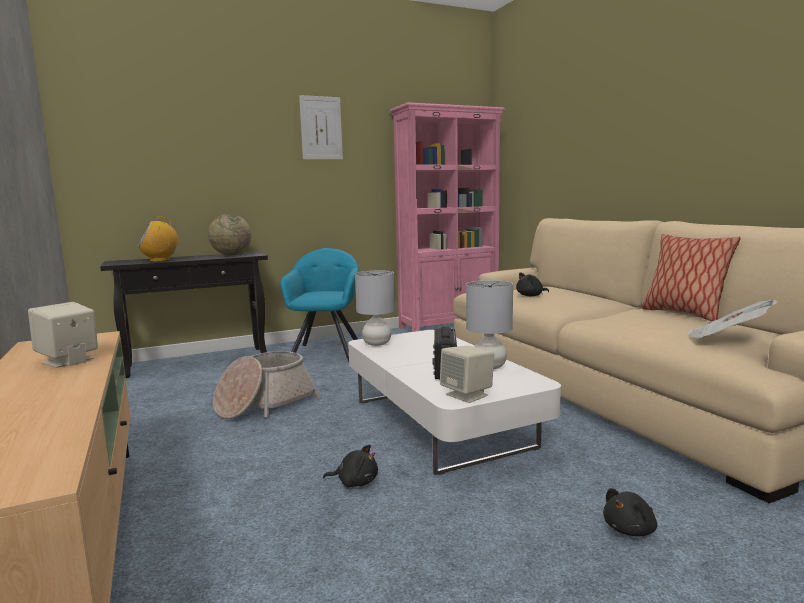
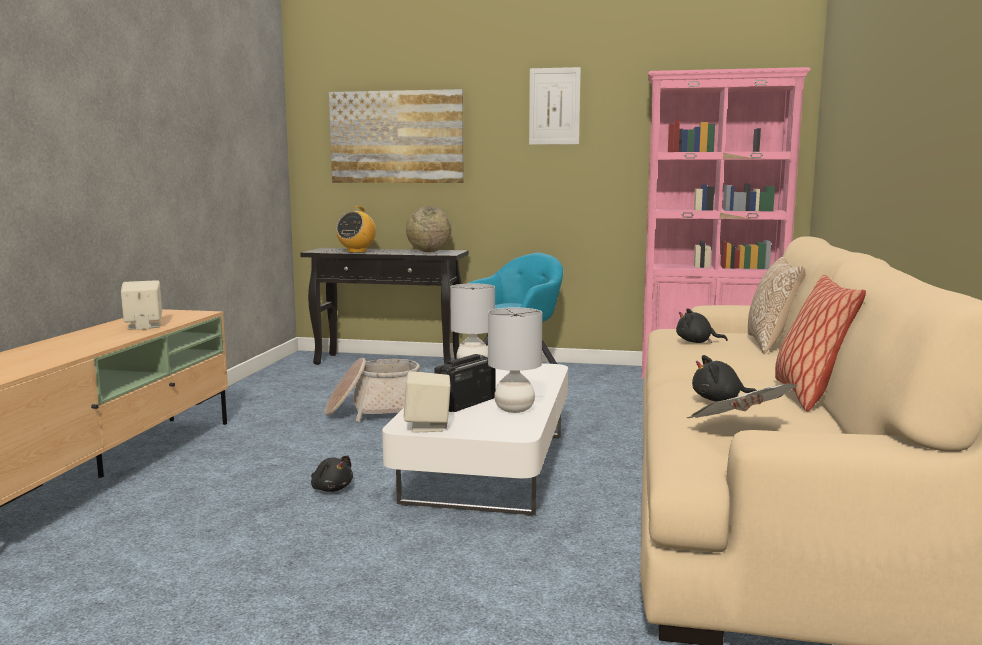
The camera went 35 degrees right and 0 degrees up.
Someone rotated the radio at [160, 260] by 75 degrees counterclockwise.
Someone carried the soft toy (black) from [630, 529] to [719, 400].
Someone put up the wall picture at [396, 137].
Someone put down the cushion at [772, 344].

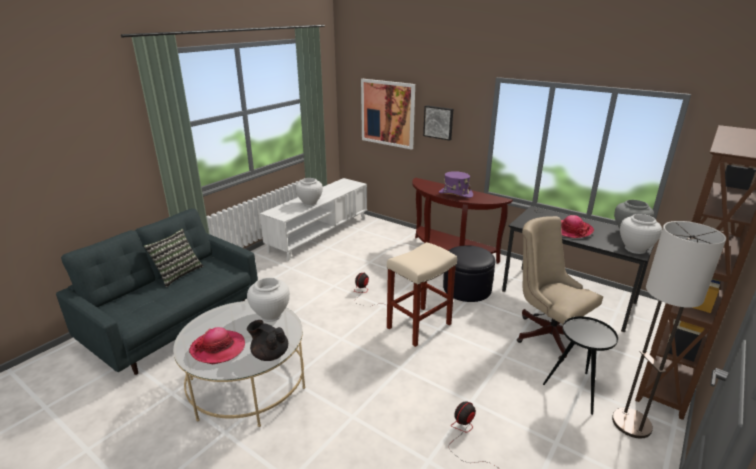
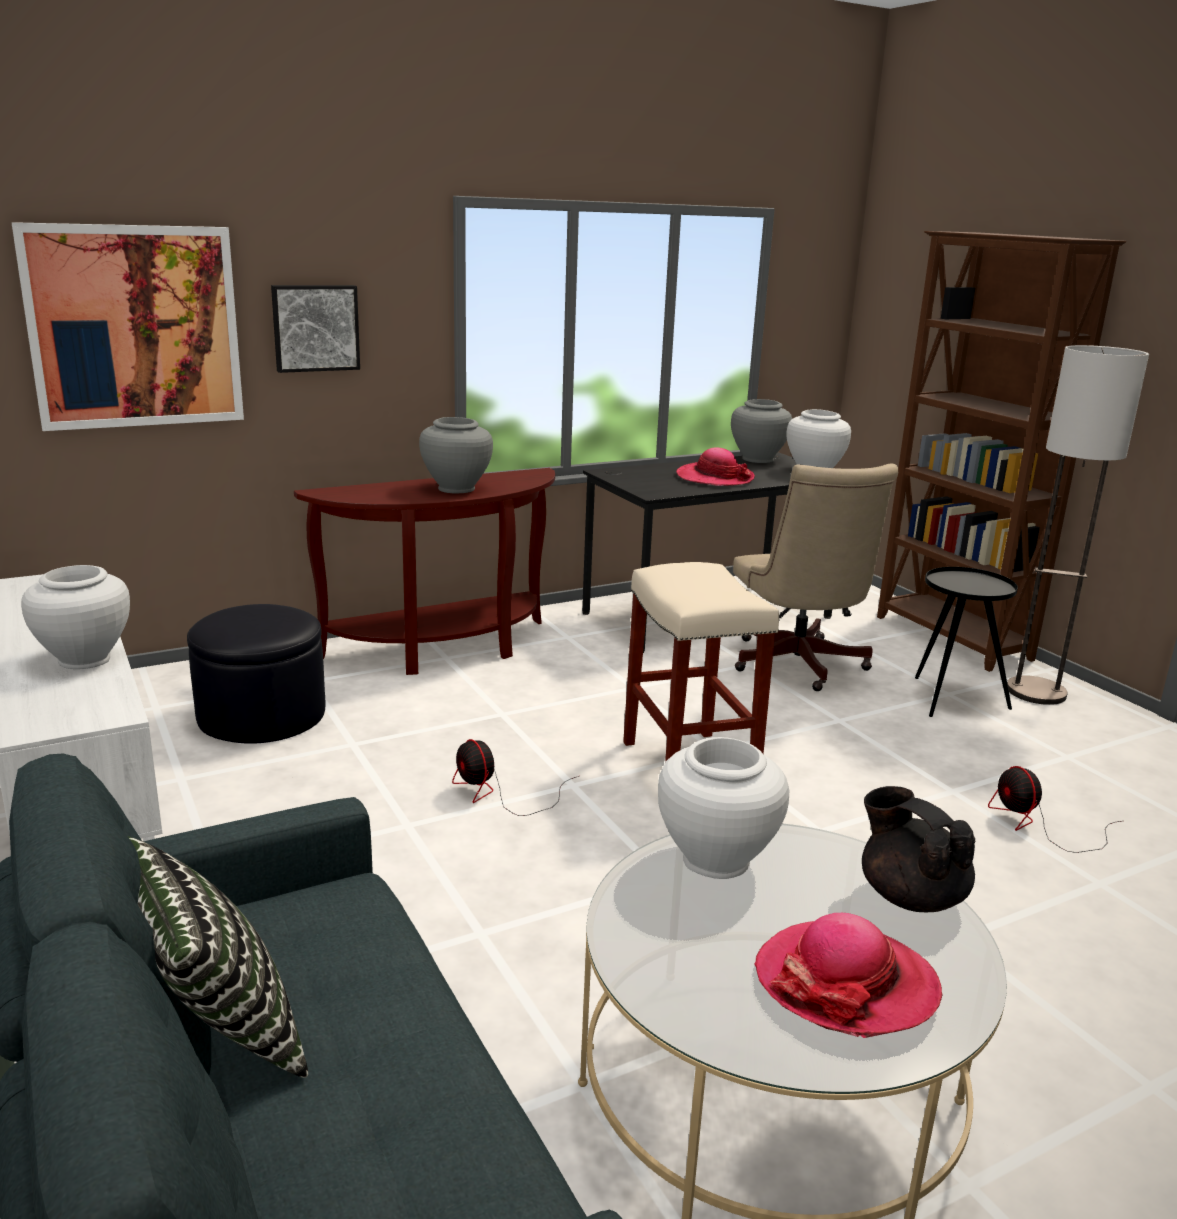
The camera went 65 degrees left and 5 degrees down.
Someone swapped the clothing hat (purple-coloured) at [455, 194] for the flower vase (grey) at [456, 488].
Someone rotated the desk chair (beige) at [547, 333] by 90 degrees counterclockwise.
Someone carried the ottoman (black) from [467, 288] to [262, 715].
Someone rotated the pot for tea (black) at [270, 354] by 90 degrees clockwise.

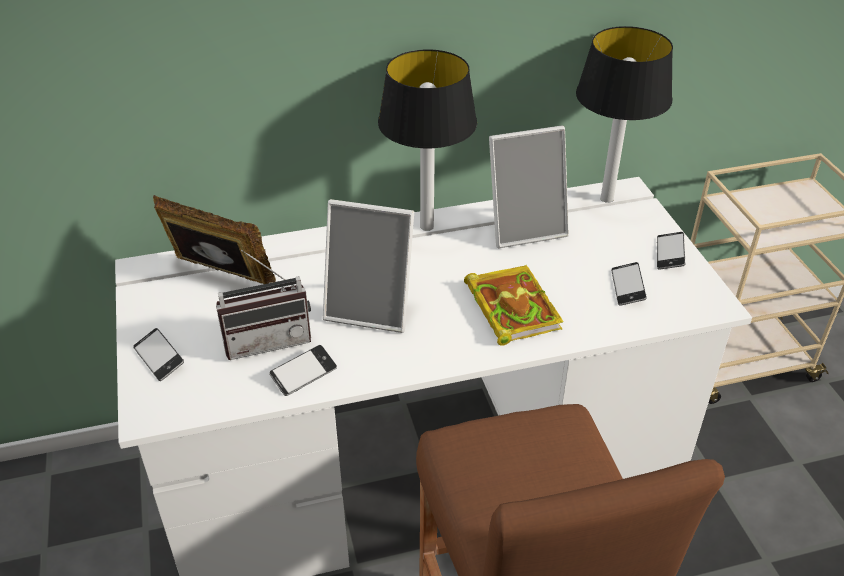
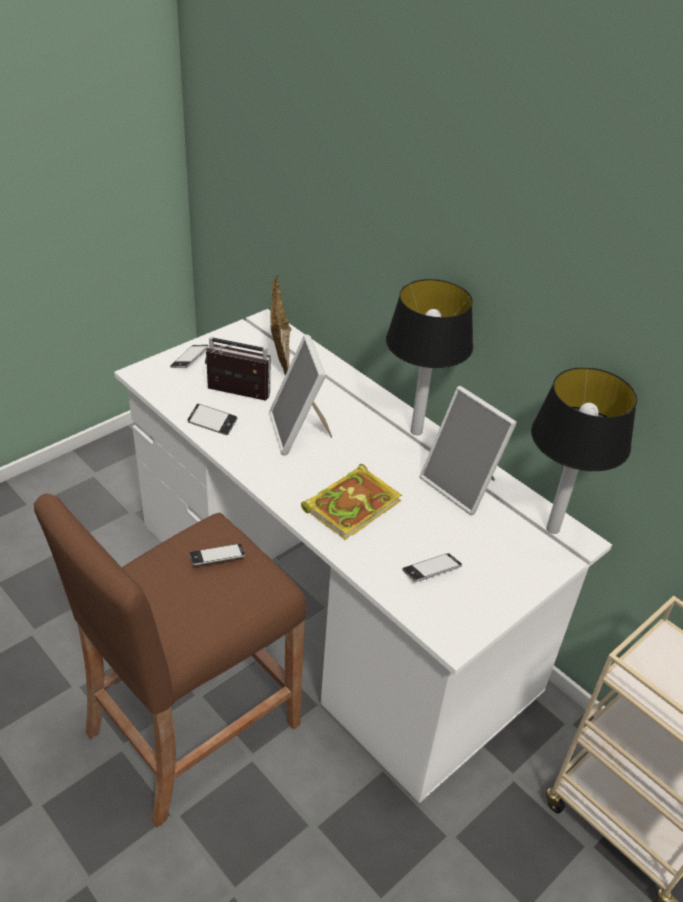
The camera went 60 degrees right and 0 degrees up.
Someone carried the handset from [669, 254] to [217, 558].
Someone rotated the radio at [268, 339] by 150 degrees clockwise.

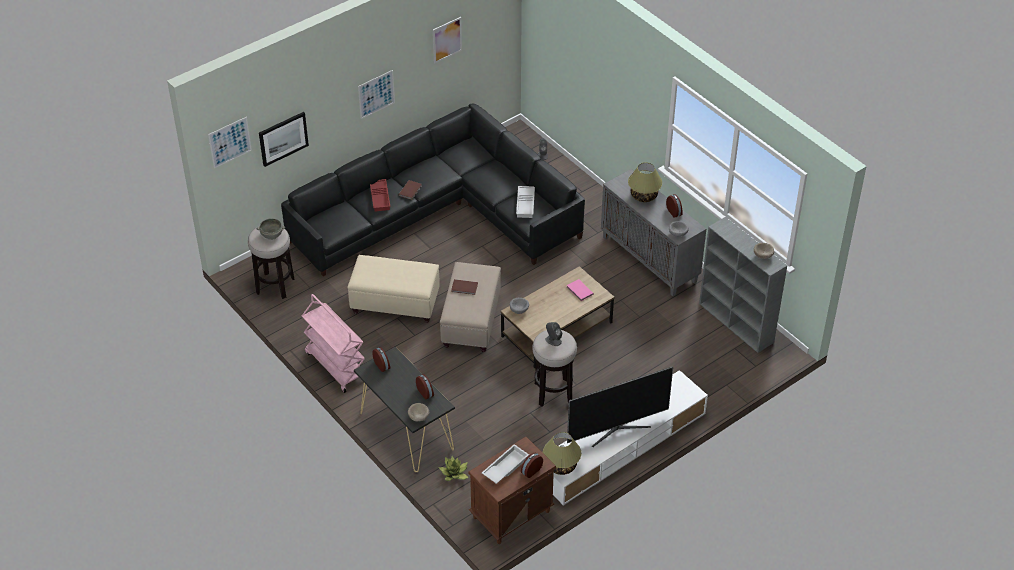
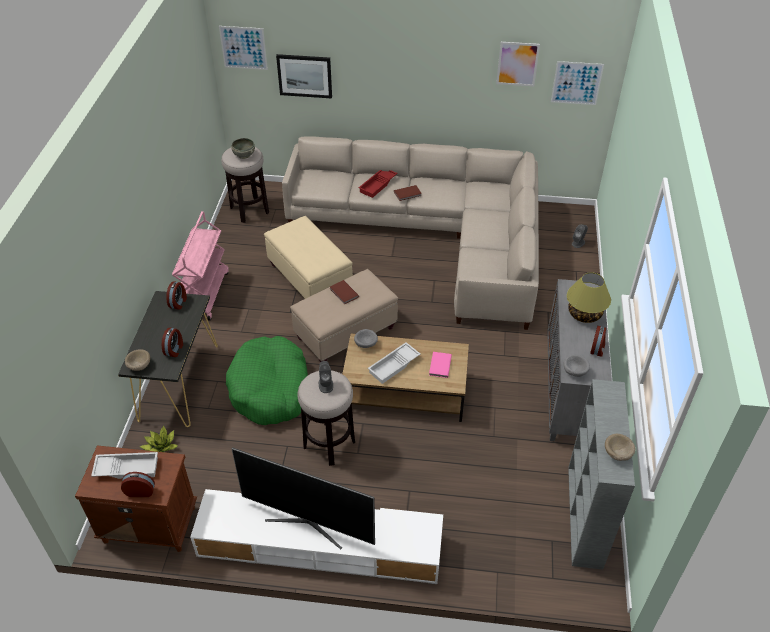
The camera went 45 degrees right and 0 degrees up.
Someone carried the wall picture from [376, 94] to [576, 83].
Someone repainted the couch (black) at [440, 213], which became the couch (beige) at [435, 235].
Someone carried the serving tray (white-coloured) from [526, 204] to [394, 366].
Someone took away the tabletop lamp at [561, 466].
Someone put down the pet bed (green) at [270, 389].

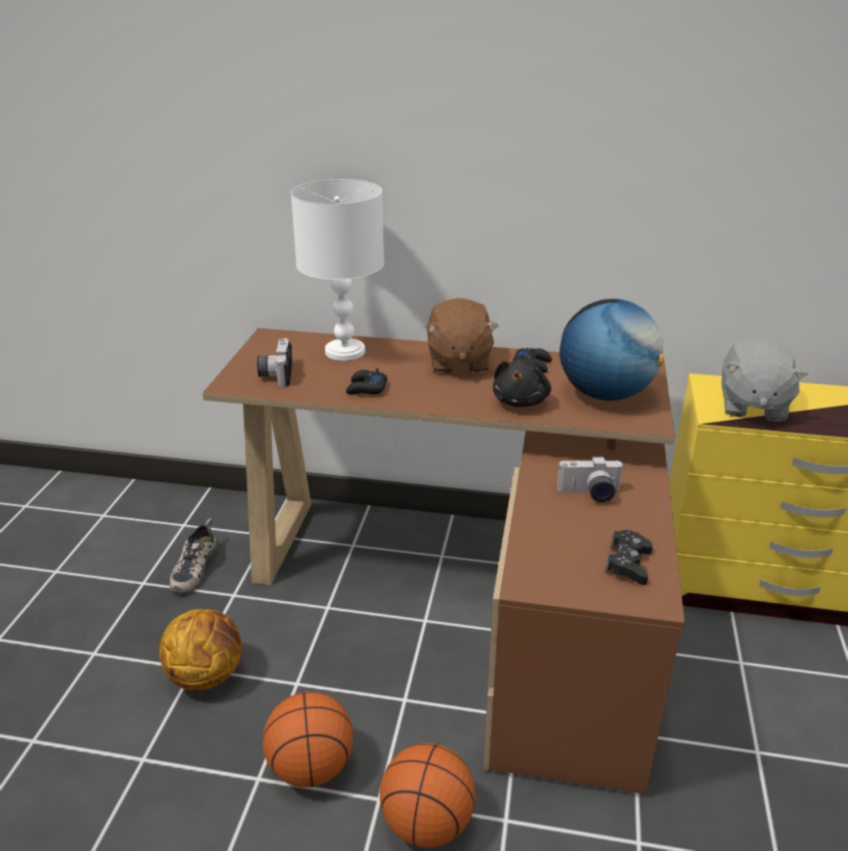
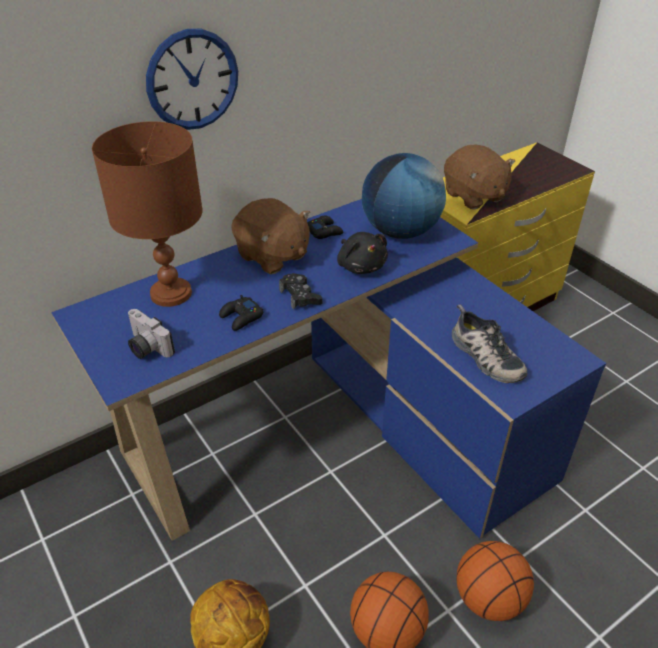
The camera went 45 degrees left and 10 degrees up.
Someone repainted the tabletop lamp (white-coloured) at [345, 352], which became the tabletop lamp (brown) at [172, 293].
Someone repainted the desk (brown) at [472, 594], which became the desk (blue) at [337, 430].
Someone repainted the soft toy (grey) at [752, 406], which became the soft toy (brown) at [474, 196].
Someone took away the still camera at [589, 494].
Someone carried the item of footwear from [194, 567] to [484, 356].
Someone carried the joypad (black) from [628, 563] to [300, 296].
Someone put up the hanging clock at [192, 80].

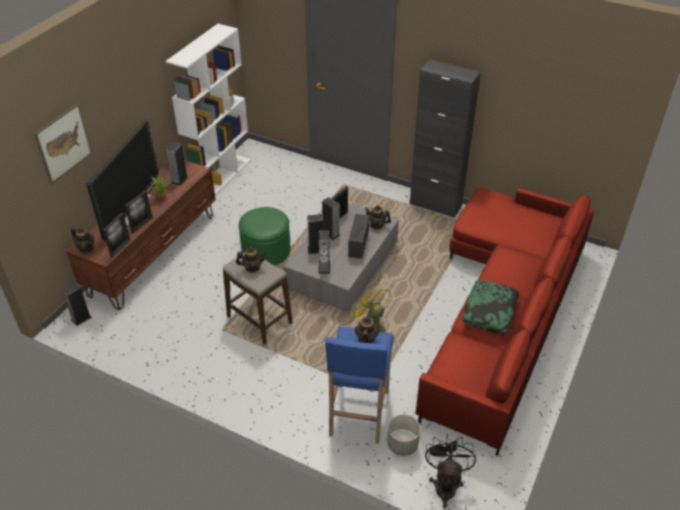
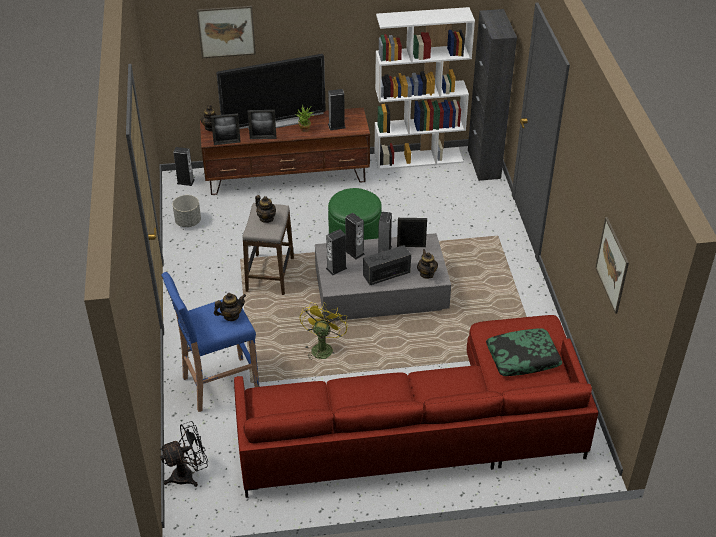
The camera went 55 degrees right and 0 degrees up.
Someone carried the cabinet (black) from [435, 205] to [484, 164].
Someone carried the cushion from [490, 312] to [522, 358].
Someone carried the plant pot (grey) from [402, 445] to [188, 222].
Someone put up the wall picture at [612, 265].

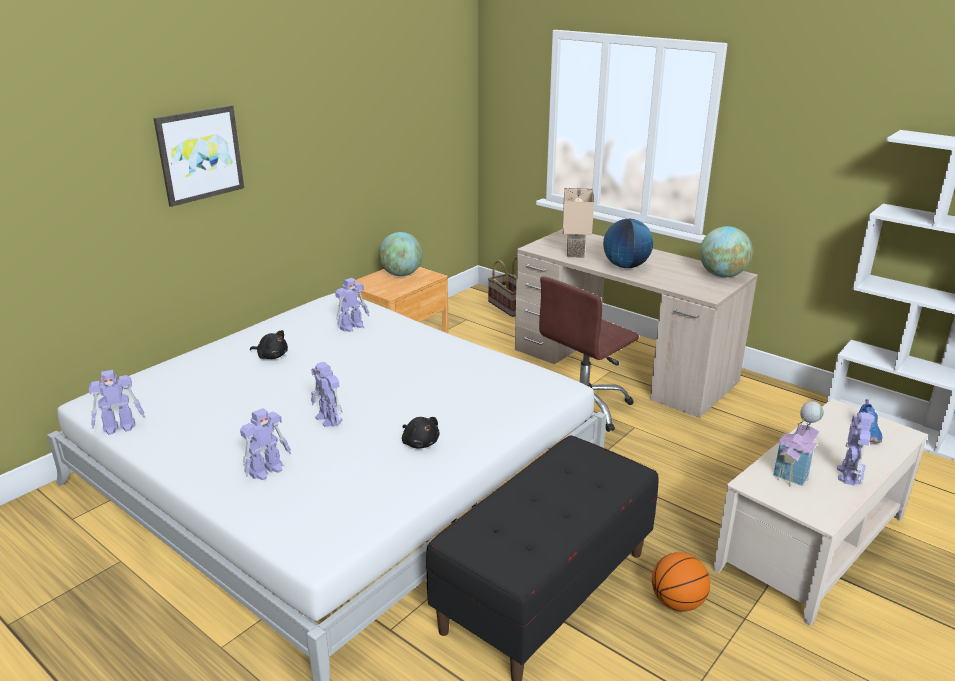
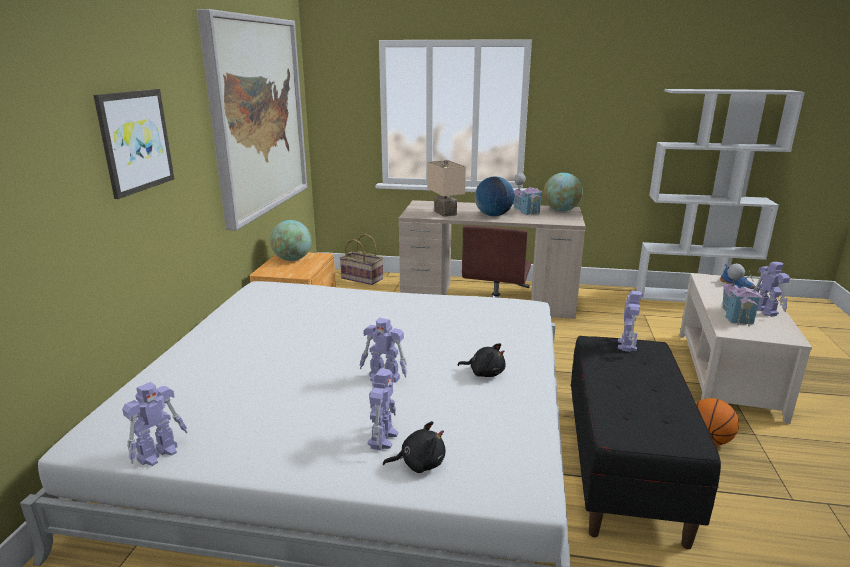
The camera went 30 degrees left and 5 degrees down.
Someone carried the toy robot from [352, 326] to [626, 345].
Someone carried the soft toy (black) from [271, 356] to [419, 463].
Someone put up the wall picture at [258, 116].
Someone put down the miniature house at [526, 211].

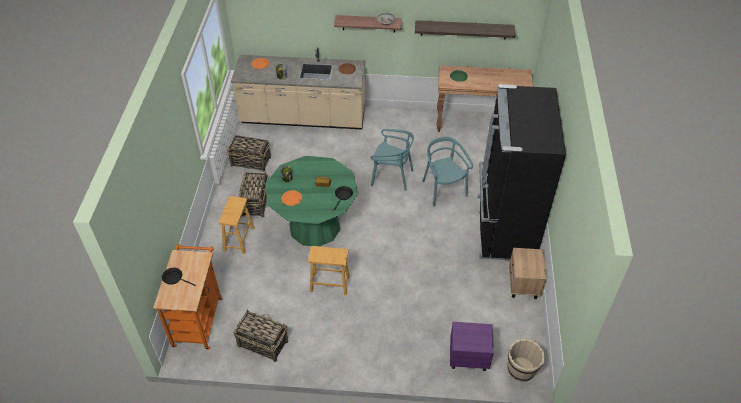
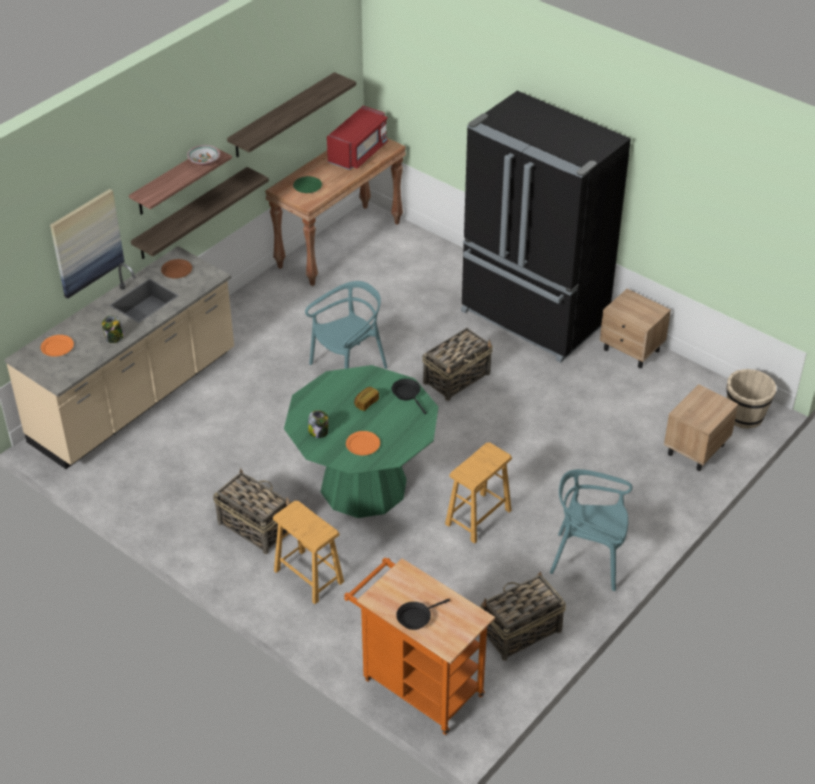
The camera went 55 degrees left and 5 degrees down.
Someone carried the storage basket from [251, 161] to [457, 378].
Someone carried the chair (turquoise) from [443, 190] to [588, 559].
Someone repainted the night table (purple-coloured) at [468, 358], which became the night table (beige) at [695, 450].
Someone put down the microwave oven (red) at [358, 153].
Someone put up the wall shelf at [191, 214].
Someone put up the wall picture at [86, 243].

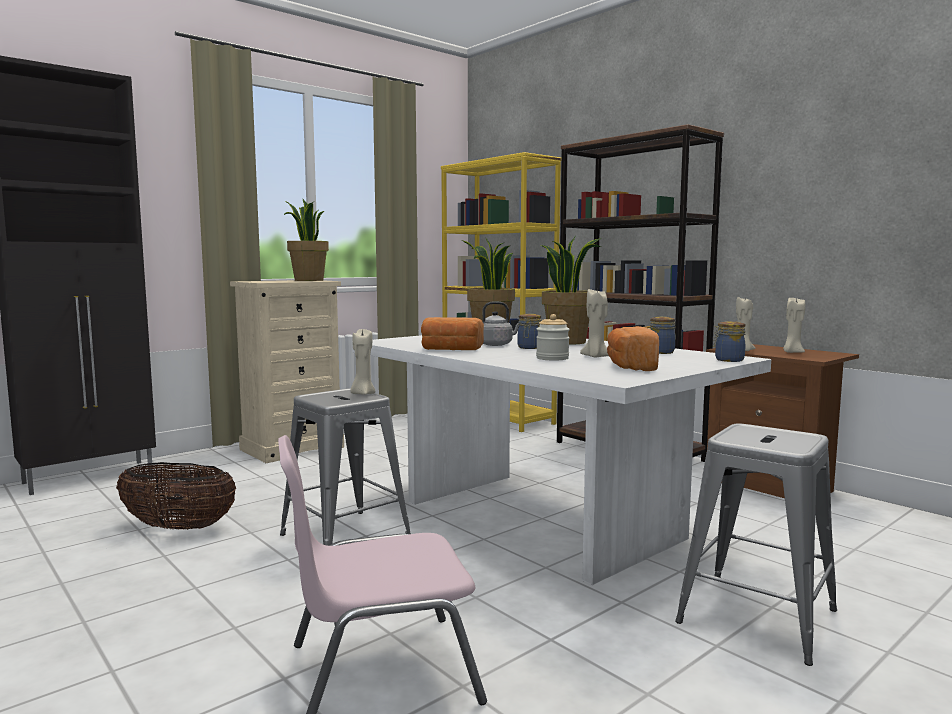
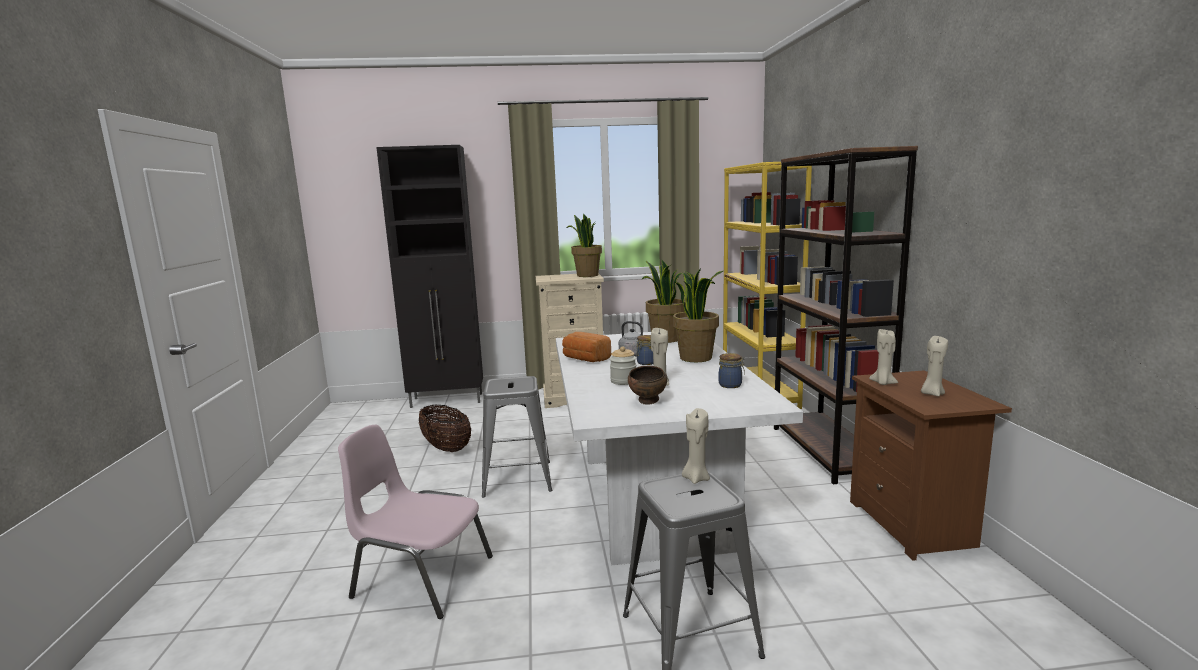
The camera went 35 degrees right and 5 degrees up.
Someone took away the storage jar at [728, 360].
Someone swapped the bakery bread at [630, 366] for the serving bowl (brown) at [648, 402].
Someone carried the wax light (beige) from [362, 394] to [696, 478].

